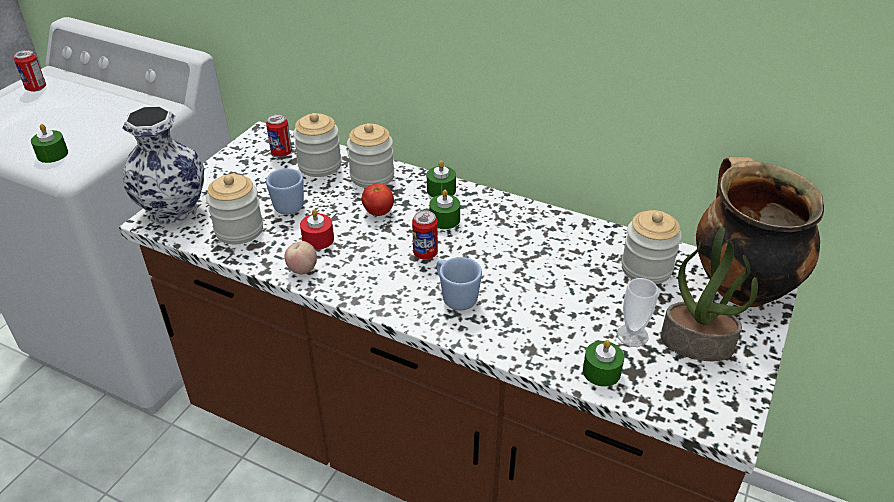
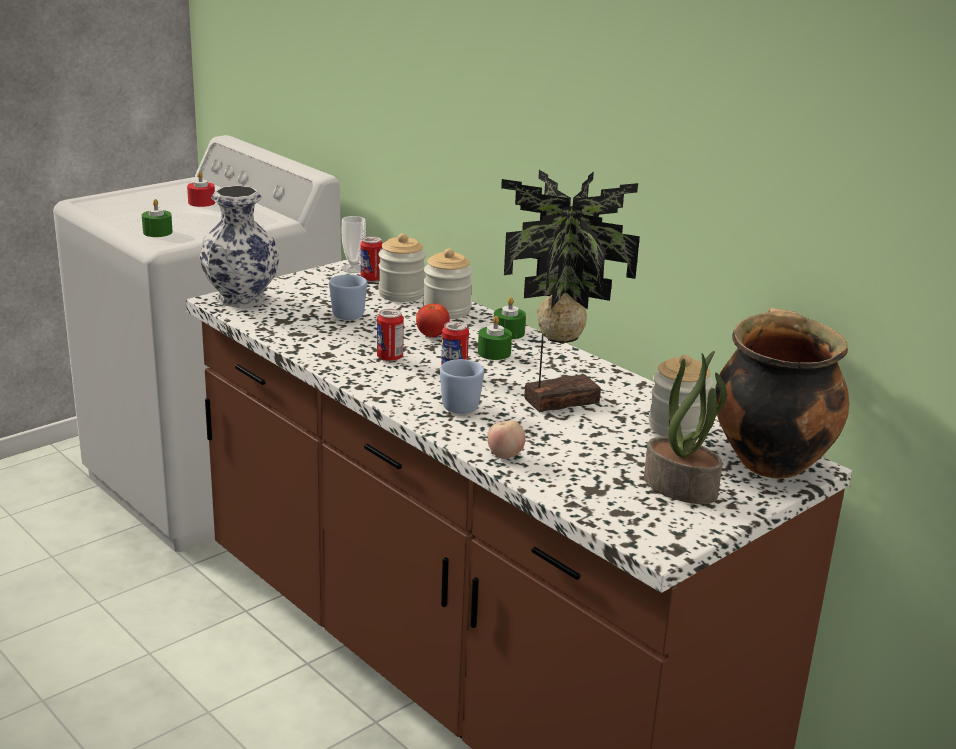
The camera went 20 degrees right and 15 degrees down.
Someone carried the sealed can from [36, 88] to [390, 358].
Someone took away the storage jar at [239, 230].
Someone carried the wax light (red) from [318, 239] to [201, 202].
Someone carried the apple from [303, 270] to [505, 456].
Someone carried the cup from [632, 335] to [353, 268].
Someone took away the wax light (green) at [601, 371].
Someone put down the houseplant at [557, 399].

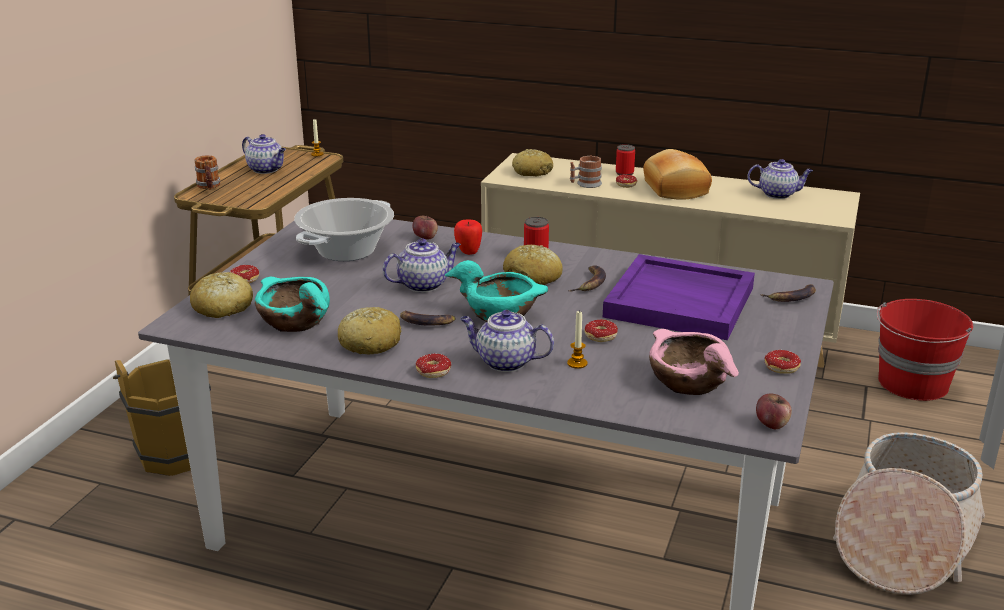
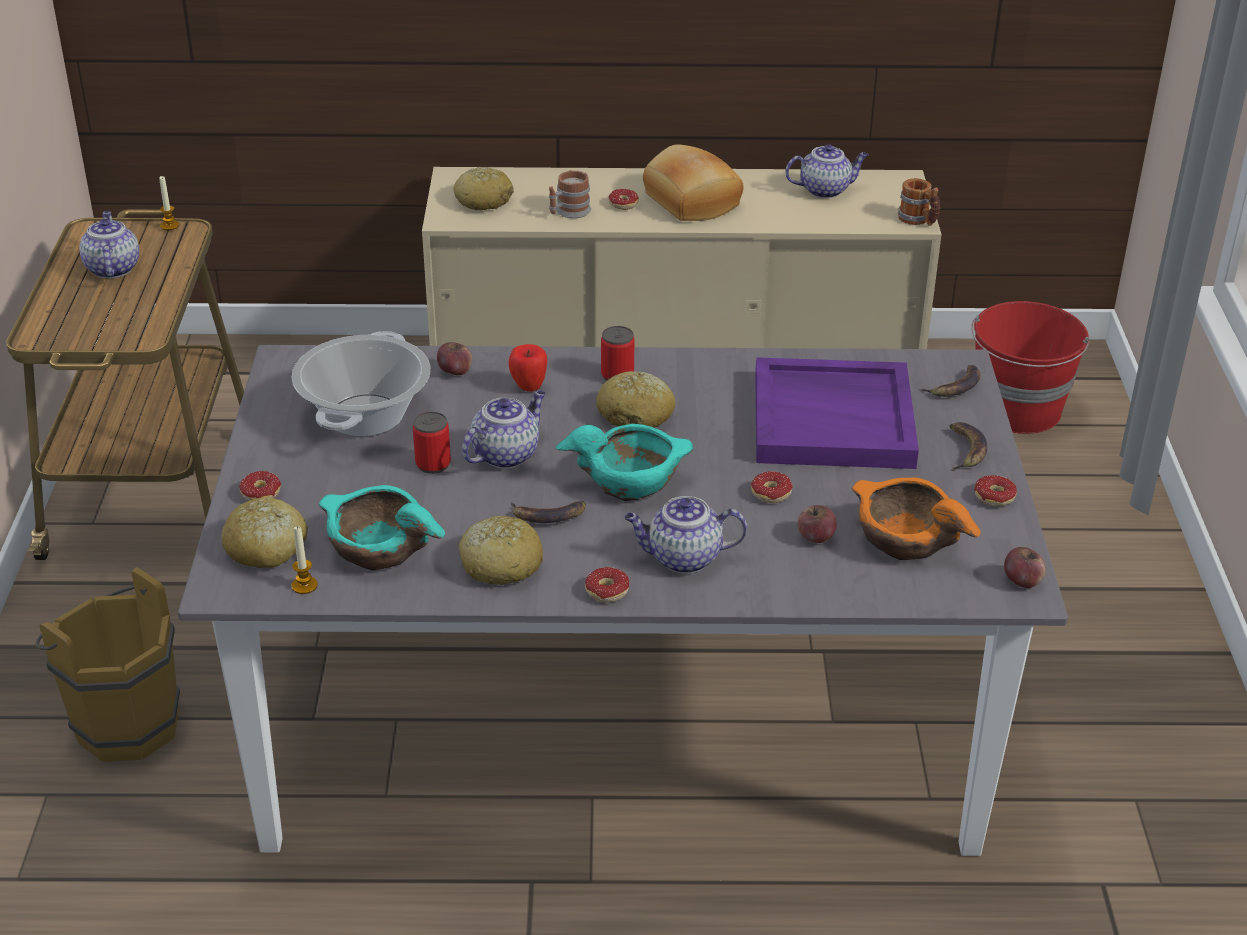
The camera went 20 degrees left and 10 degrees up.
Someone rotated the pot for tea at [267, 169] by 120 degrees counterclockwise.
Someone carried the sealed can from [624, 173] to [433, 464].
Someone carried the mug from [209, 187] to [918, 220].
Someone carried the banana from [590, 283] to [965, 450].
Someone carried the wax light from [577, 363] to [304, 586].
Someone repainted the serving bowl (pink) at [688, 381], which became the serving bowl (orange) at [905, 540].
Someone took away the storage basket at [903, 540].
Someone put down the apple at [815, 537].

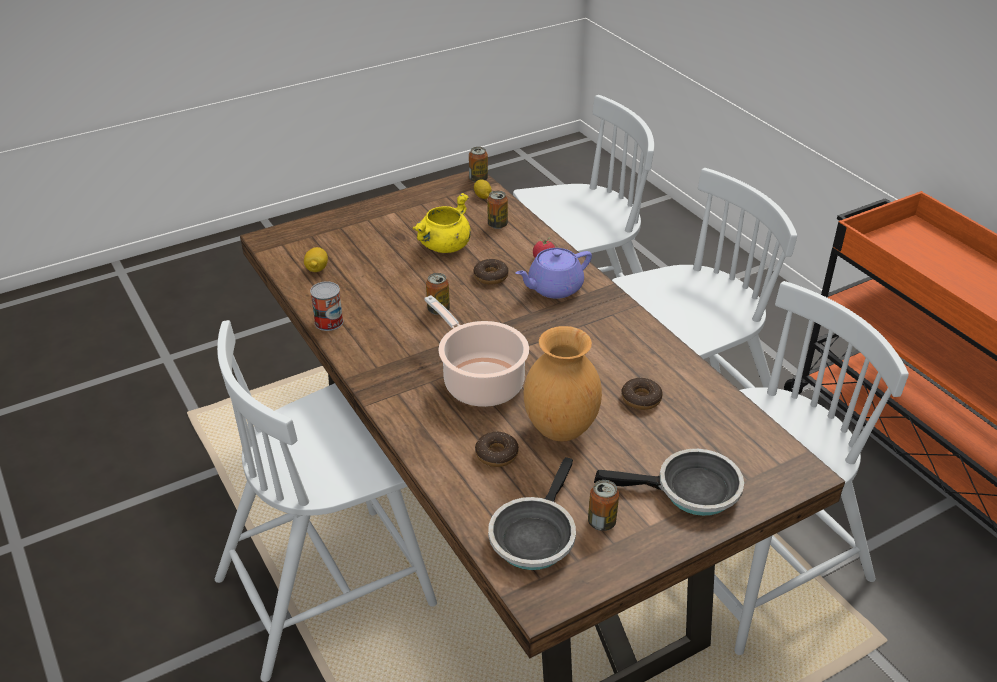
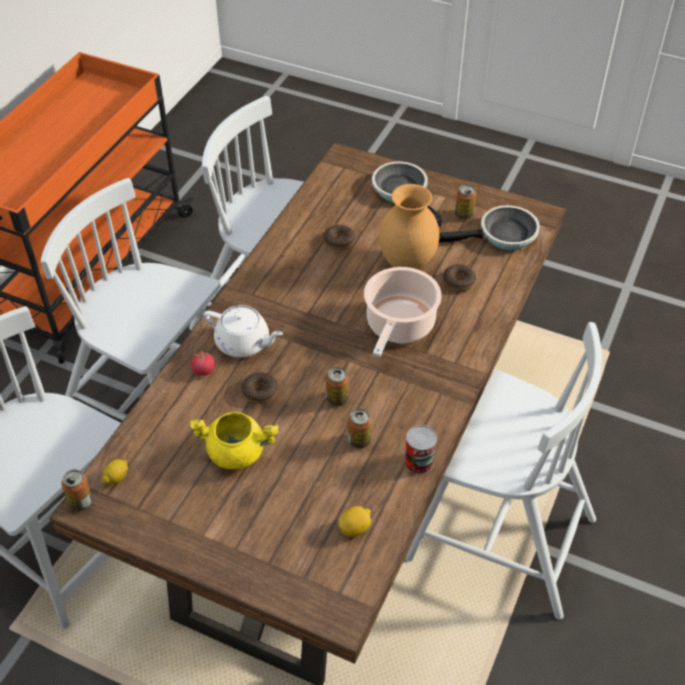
The camera went 125 degrees left and 10 degrees up.
Someone carried the sealed can from [497, 225] to [359, 440].
Someone repainted the pot for tea (purple-coloured) at [553, 288], which became the pot for tea (white-coloured) at [244, 343].

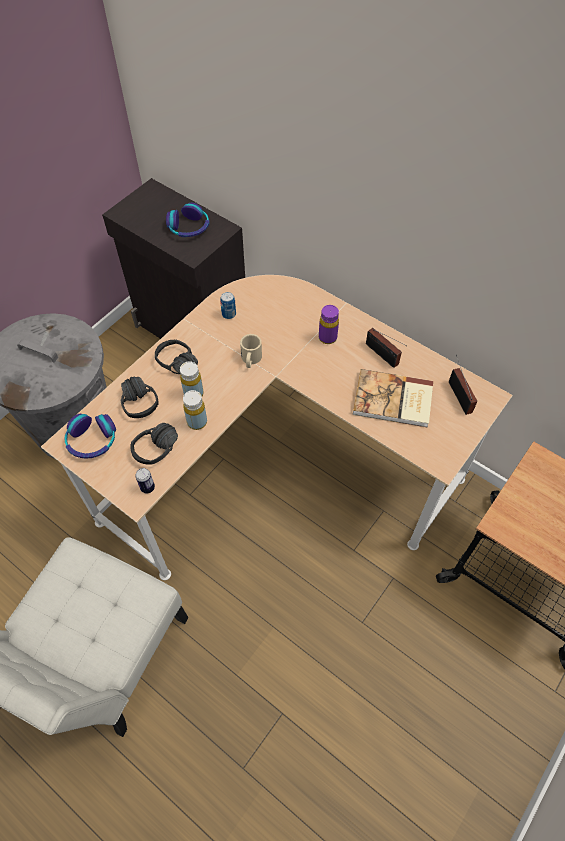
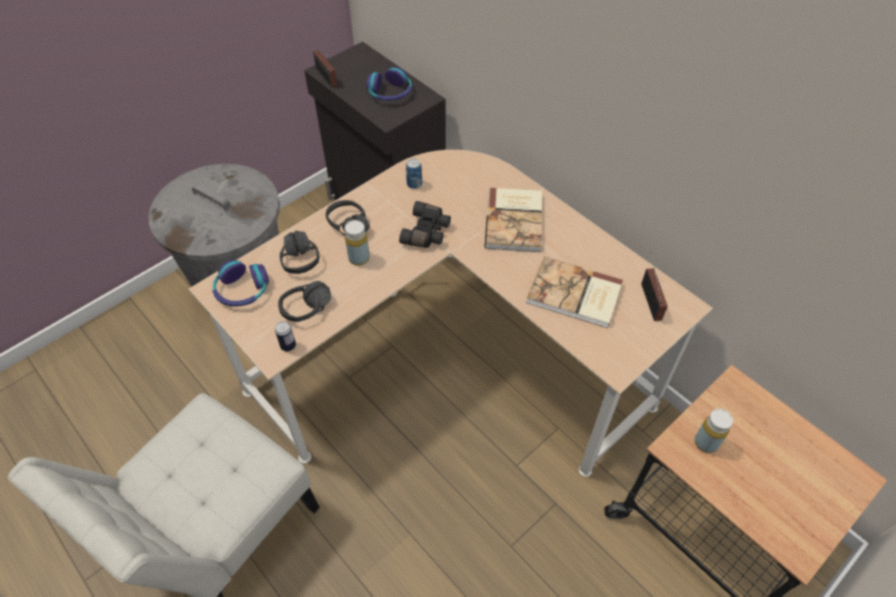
The camera went 10 degrees right and 5 degrees down.
Someone swapped the beverage bottle (purple-coloured) at [327, 338] for the bound book at [515, 221].
Someone carried the radio from [383, 356] to [326, 78].
Someone swapped the mug (beige) at [250, 360] for the binoculars (black) at [427, 232].
Someone carried the beverage bottle (yellowish) from [197, 422] to [706, 443].

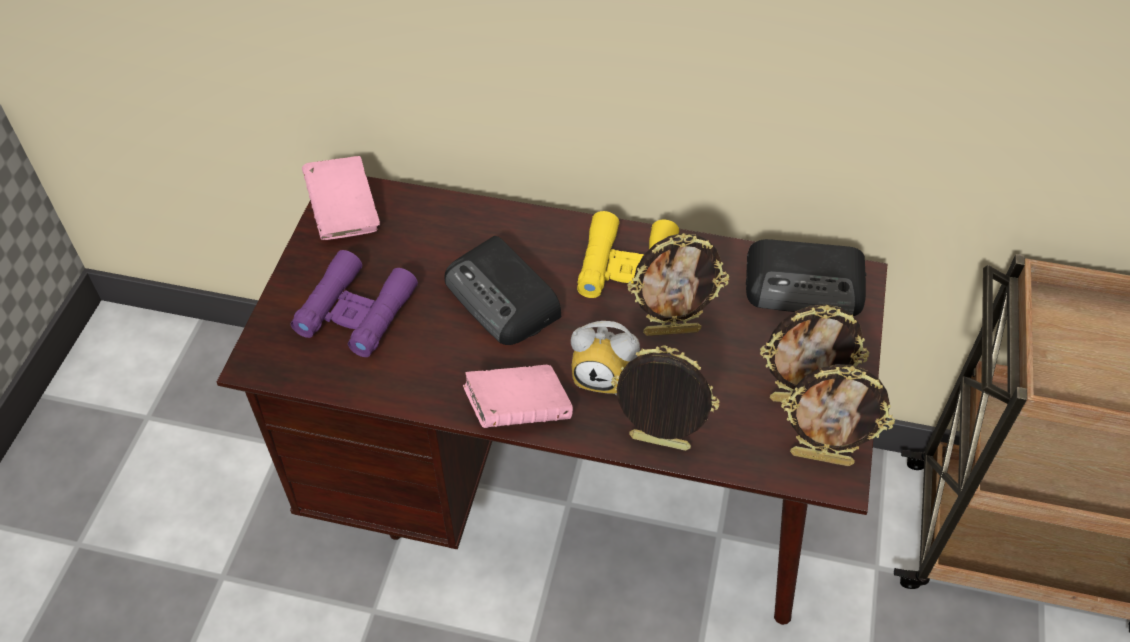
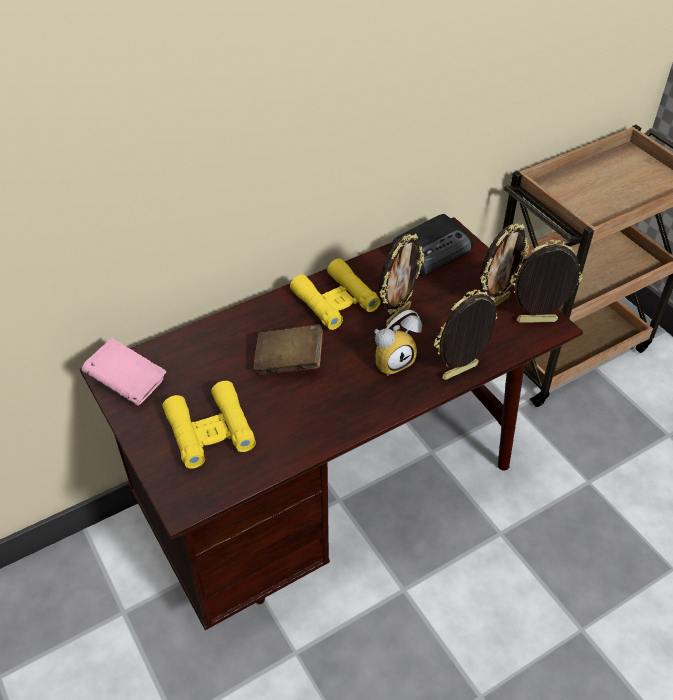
The camera went 45 degrees left and 5 degrees down.
Someone swapped the radio at [503, 298] for the bound book (brown) at [289, 362].
Someone repainted the binoculars (purple-coloured) at [356, 312], which became the binoculars (yellowish) at [210, 431].
Someone rotated the photo frame at [821, 457] by 150 degrees counterclockwise.
Someone took away the bound book (pink) at [518, 411].

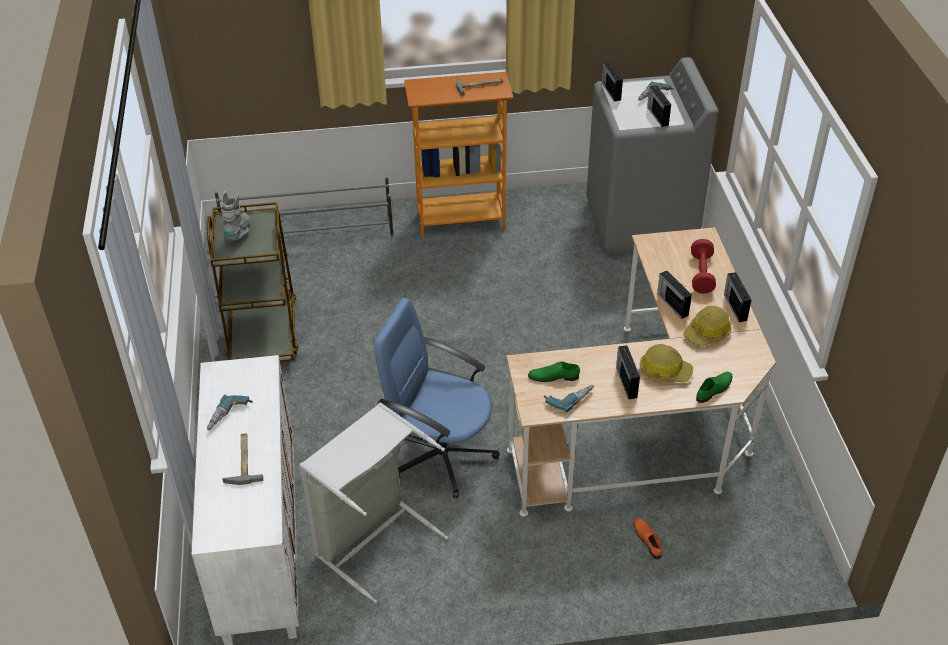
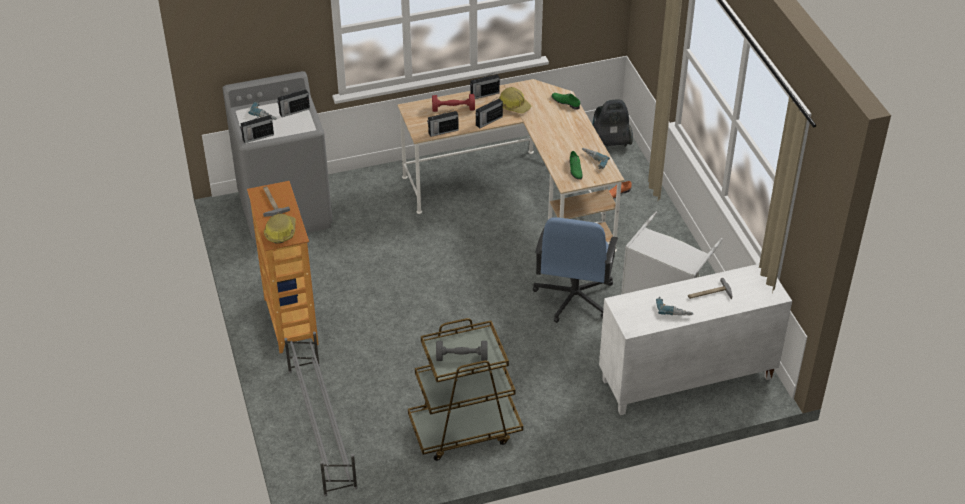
The camera went 100 degrees left and 0 degrees up.
Someone swapped the high-top boot (grey) at [239, 233] for the hand weight (grey) at [461, 357].
Someone carried the hard hat from [664, 371] to [280, 232].
Someone carried the radio from [626, 382] to [442, 131].
Someone put down the vacuum cleaner at [609, 143].

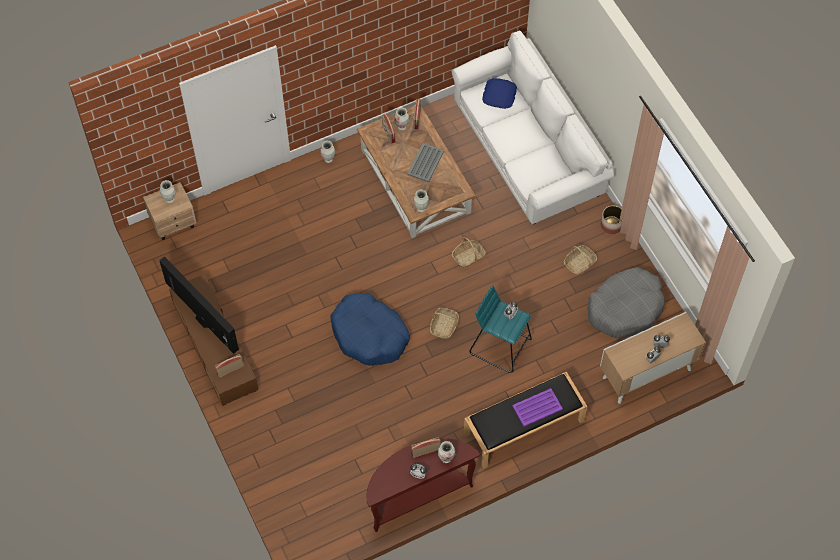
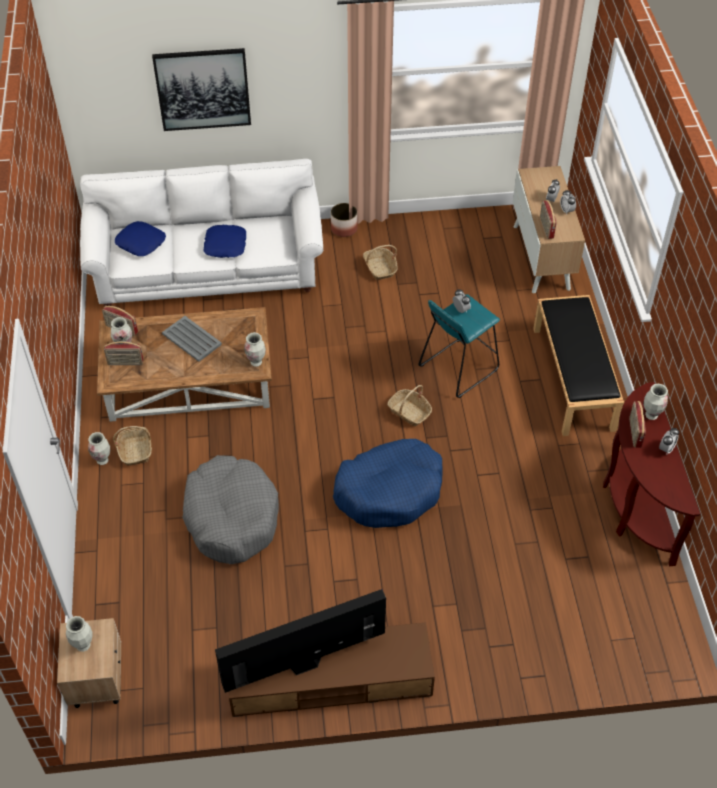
The camera went 70 degrees left and 10 degrees down.
Someone carried the storage basket from [468, 257] to [135, 450].
Someone carried the pet bed (grey) from [625, 308] to [231, 517].
Someone carried the radio from [230, 369] to [546, 228].
Someone took away the serving tray (purple-coloured) at [536, 407].
Someone put up the wall picture at [203, 89].
Someone put down the cushion (blue) at [226, 245].

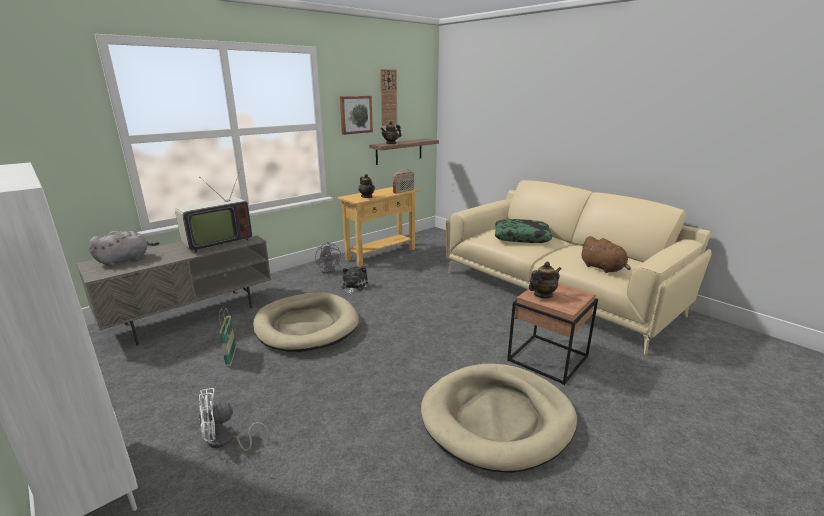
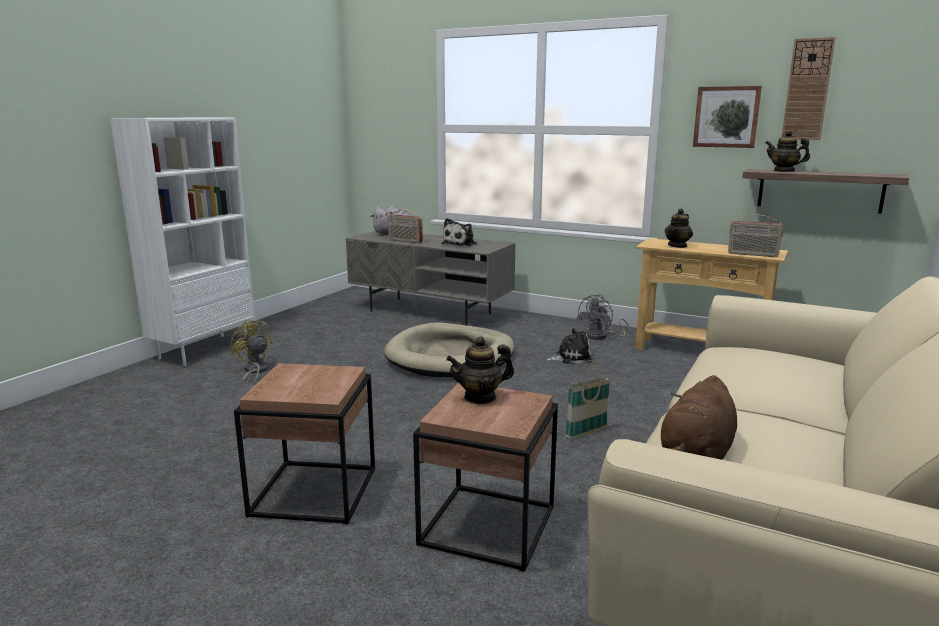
The camera went 70 degrees right and 5 degrees down.
Someone swapped the television at [216, 243] for the soft toy at [461, 244].
Someone took away the cushion at [521, 237].
Someone rotated the pot for tea at [542, 295] by 120 degrees clockwise.
Someone carried the storage basket from [231, 357] to [586, 434].
Someone swapped the pet bed (beige) at [497, 418] for the end table (brown) at [315, 493].
Someone repainted the cooling fan (white-coloured) at [226, 440], which became the cooling fan (yellowish) at [255, 371].
Someone put down the radio at [405, 241].

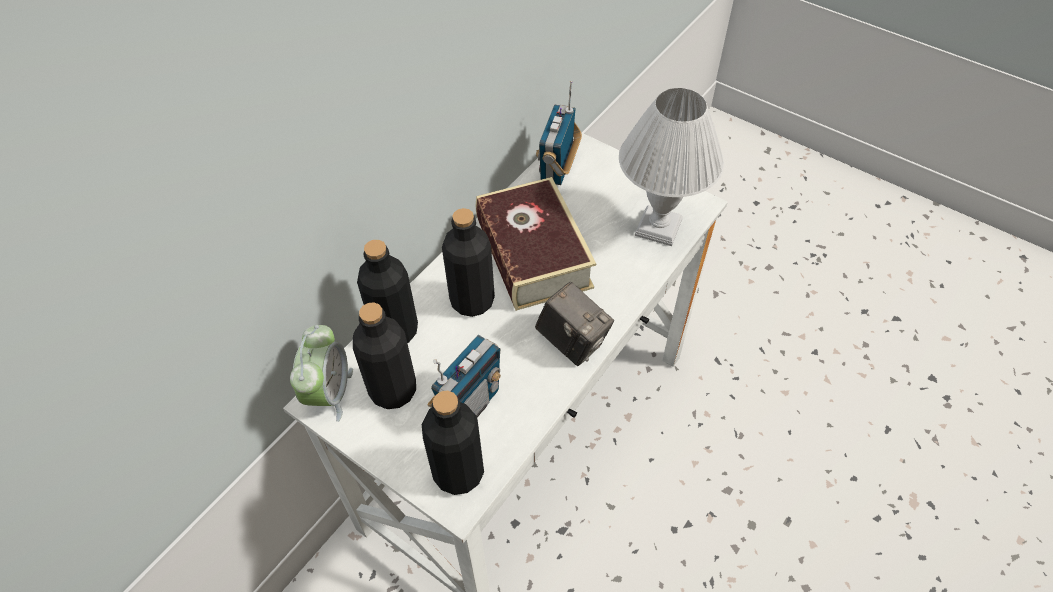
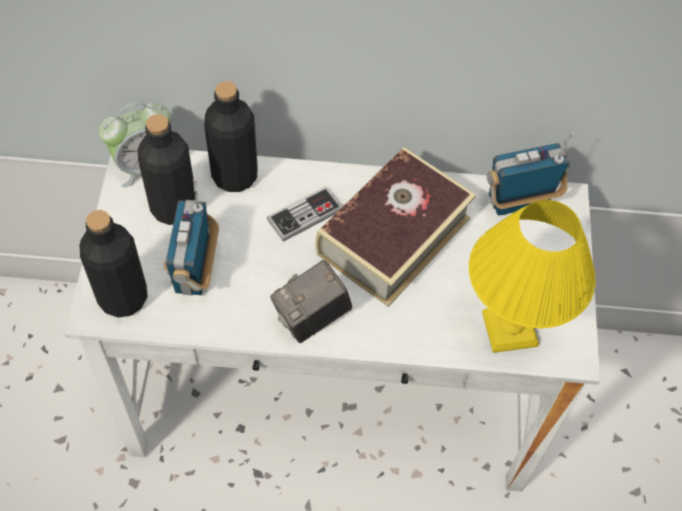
The camera went 55 degrees right and 5 degrees up.
Someone repainted the tabletop lamp (white-coloured) at [658, 228], which became the tabletop lamp (yellowish) at [508, 330].
Someone swapped the beverage bottle (black) at [472, 300] for the joypad at [305, 215].
Someone rotated the still camera at [572, 342] by 45 degrees clockwise.
Someone rotated the radio at [470, 403] by 90 degrees clockwise.

